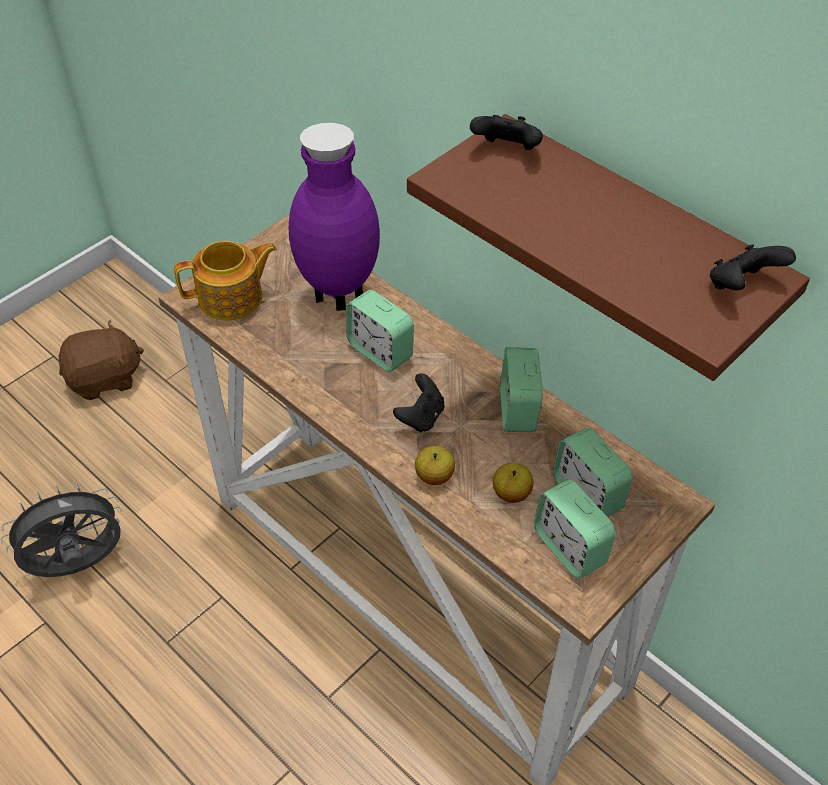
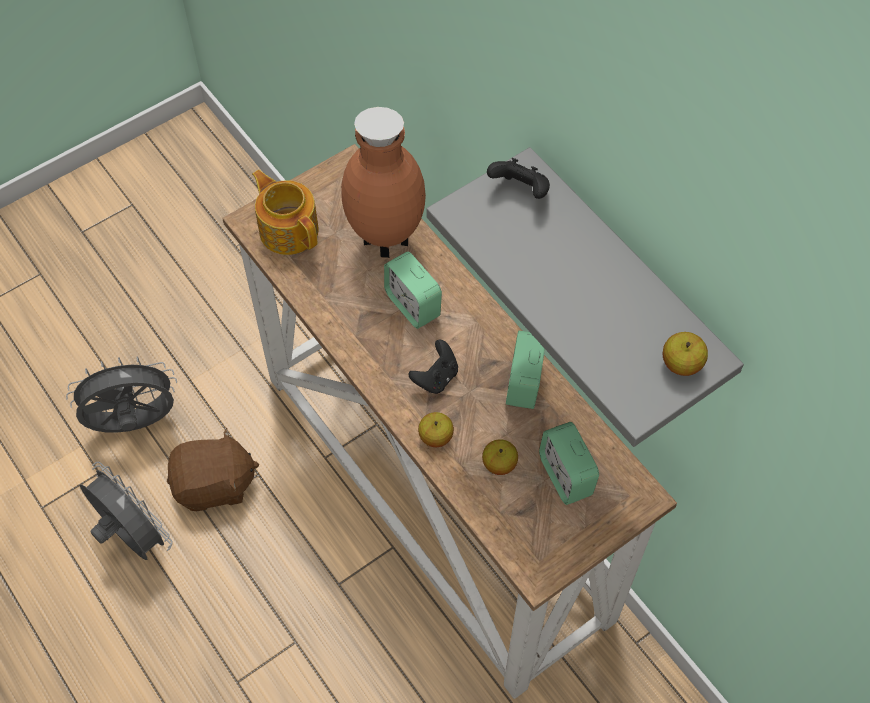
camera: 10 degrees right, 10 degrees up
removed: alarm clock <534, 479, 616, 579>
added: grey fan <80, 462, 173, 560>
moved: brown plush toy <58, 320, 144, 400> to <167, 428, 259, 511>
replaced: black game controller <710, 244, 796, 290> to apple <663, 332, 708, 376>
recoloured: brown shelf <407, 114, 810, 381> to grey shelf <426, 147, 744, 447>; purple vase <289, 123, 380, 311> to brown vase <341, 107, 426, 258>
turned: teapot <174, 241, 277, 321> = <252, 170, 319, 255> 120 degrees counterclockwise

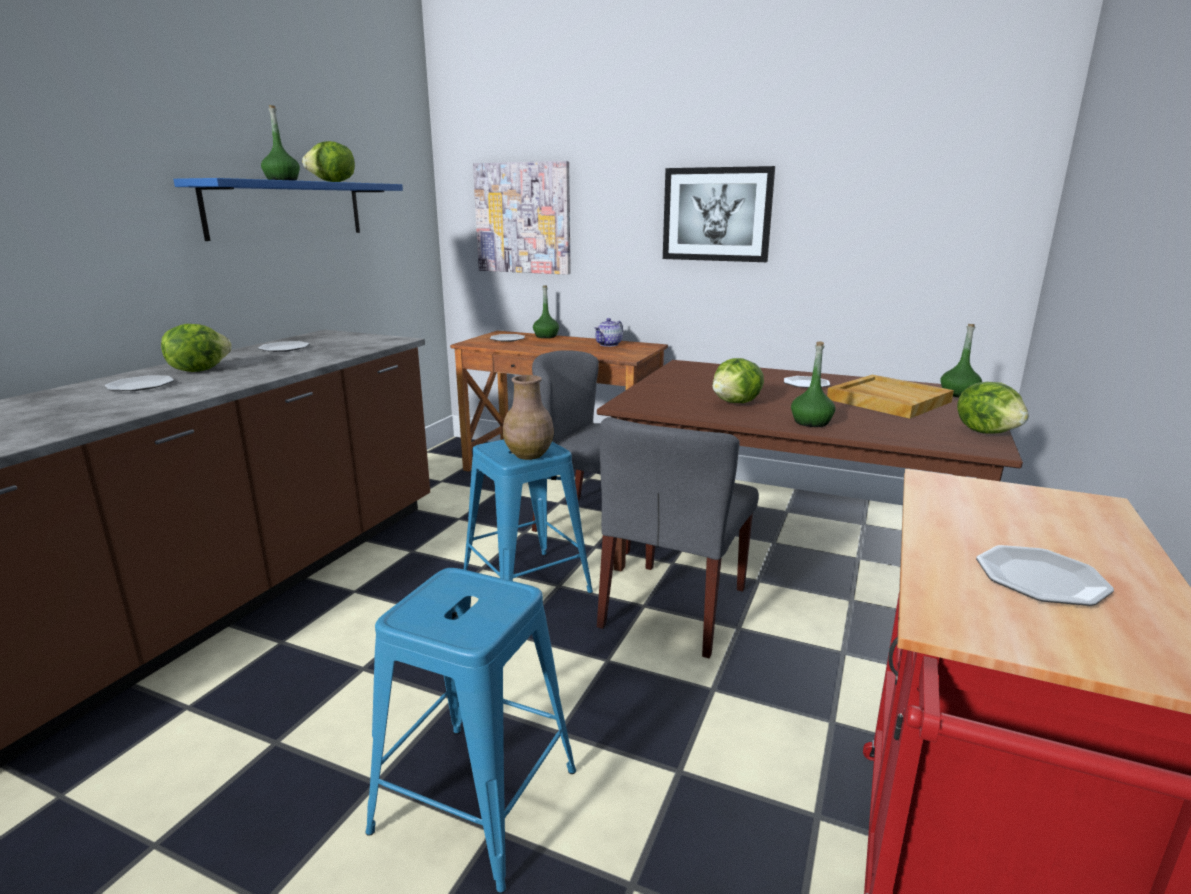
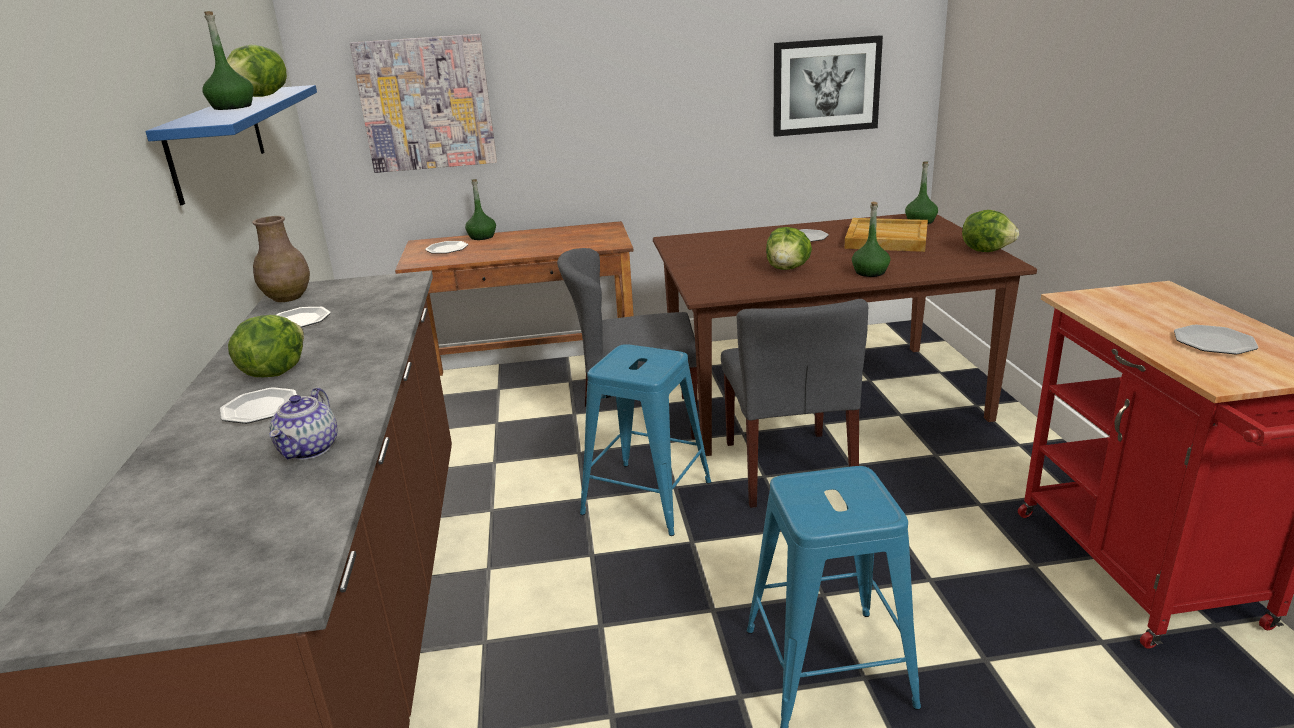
camera: 30 degrees left, 5 degrees up
moved: picture <663, 166, 775, 262> to <773, 35, 883, 137>; teapot <594, 318, 623, 347> to <270, 388, 338, 460>; brown vase <503, 375, 554, 460> to <252, 216, 310, 302>

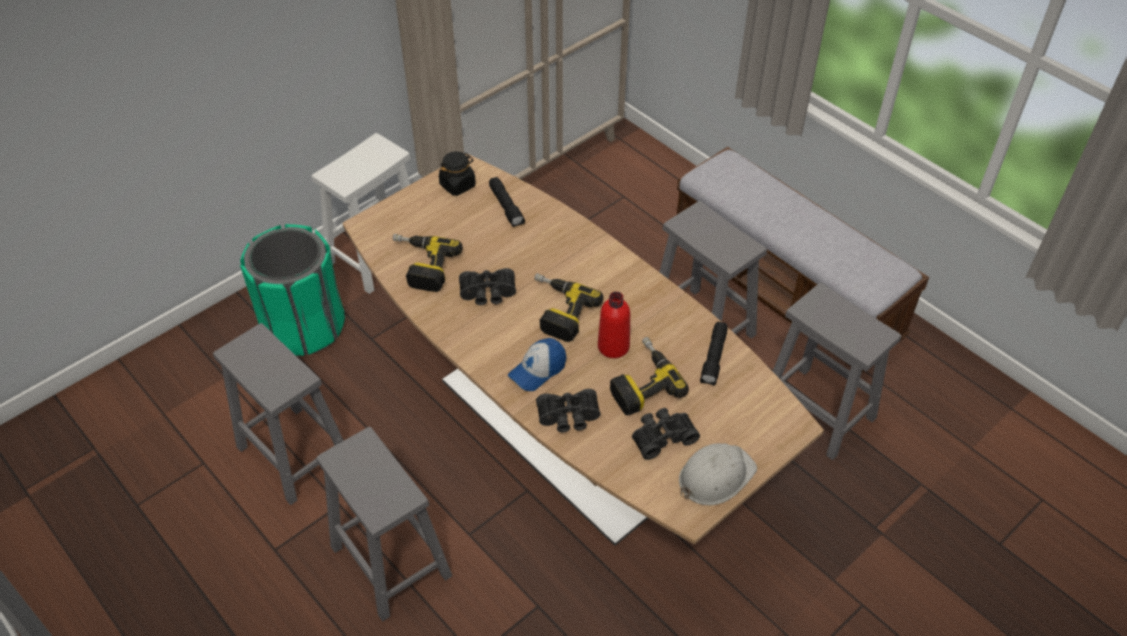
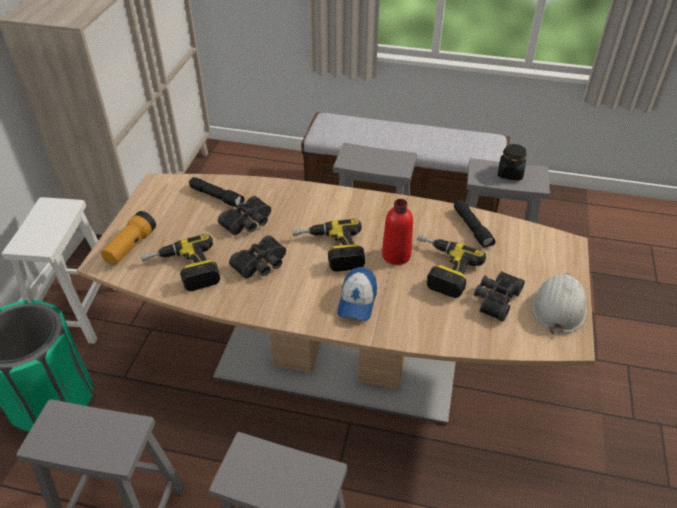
camera: 35 degrees left, 5 degrees down
added: flashlight <101, 211, 156, 265>
moved: black jar <439, 152, 476, 196> to <498, 144, 527, 181>; black binoculars <536, 389, 600, 432> to <218, 196, 271, 235>

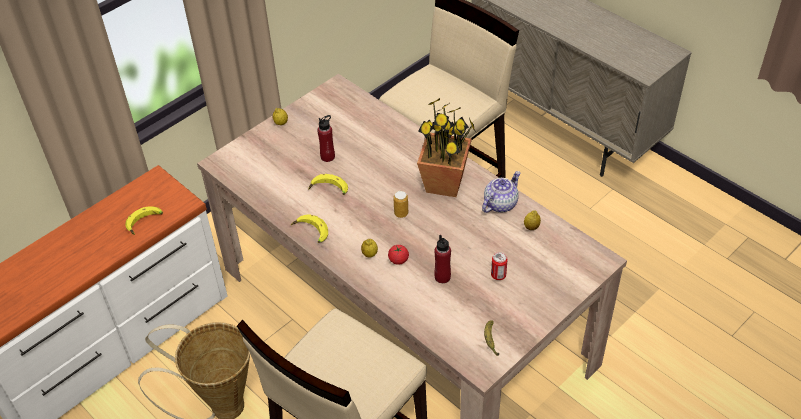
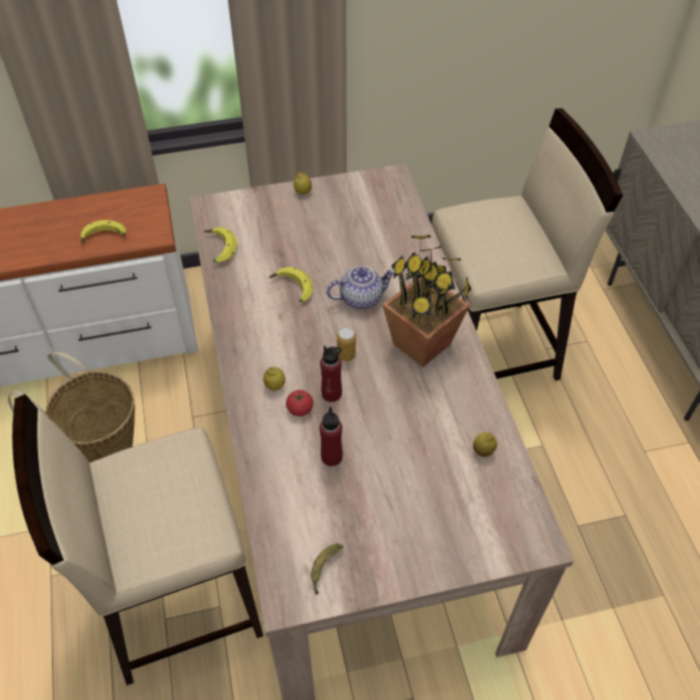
camera: 30 degrees right, 5 degrees up
removed: can <491, 252, 508, 280>
moved: red bottle <317, 115, 335, 162> to <320, 346, 342, 402>; teapot <482, 171, 521, 213> to <327, 266, 395, 309>; banana <291, 214, 328, 243> to <204, 227, 237, 263>

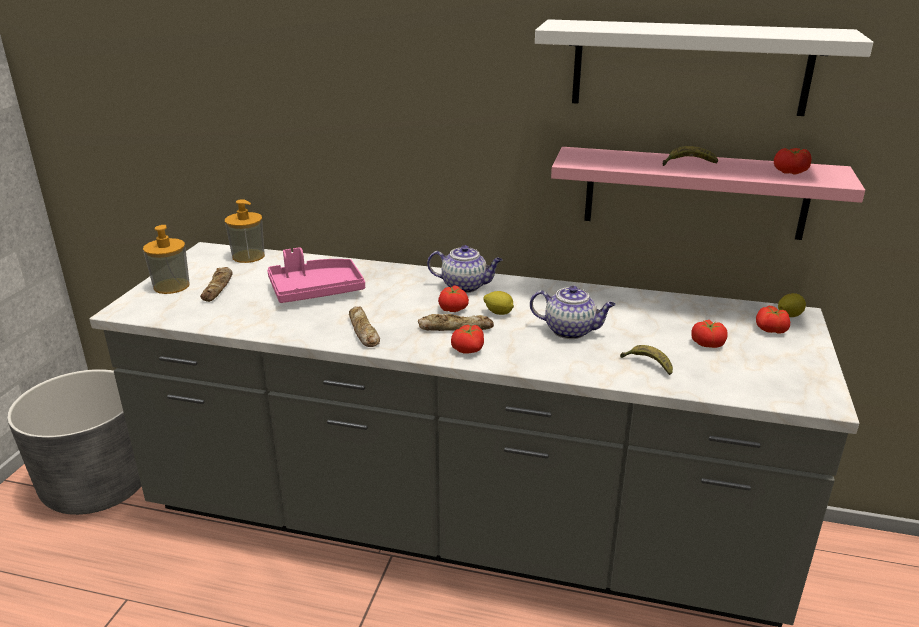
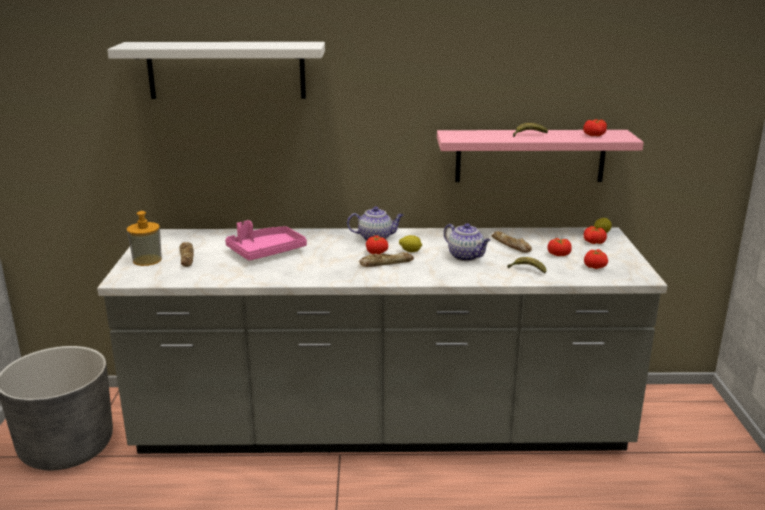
camera: 15 degrees left, 5 degrees down
removed: soap dispenser <225, 199, 265, 263>
moved: white shelf <535, 19, 873, 116> to <107, 42, 325, 99>; bread <349, 307, 380, 347> to <491, 231, 532, 253>; tomato <451, 325, 484, 354> to <584, 249, 608, 269>
turned: teapot <530, 286, 616, 339> = <444, 223, 491, 261> 45 degrees clockwise

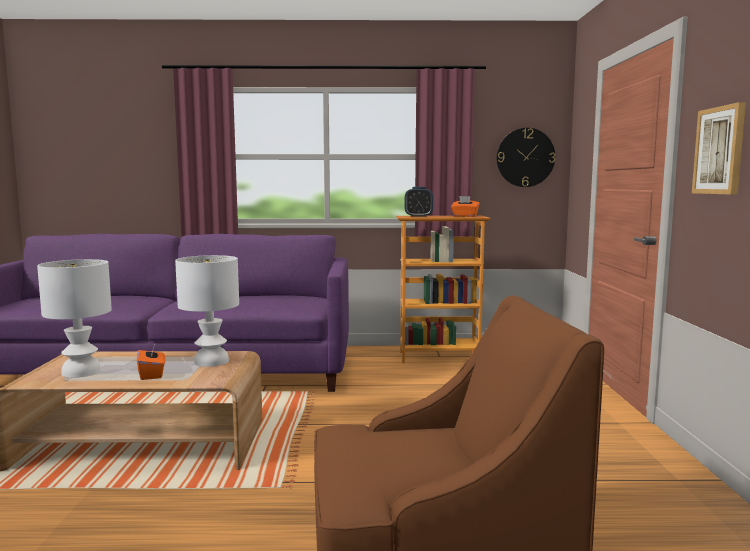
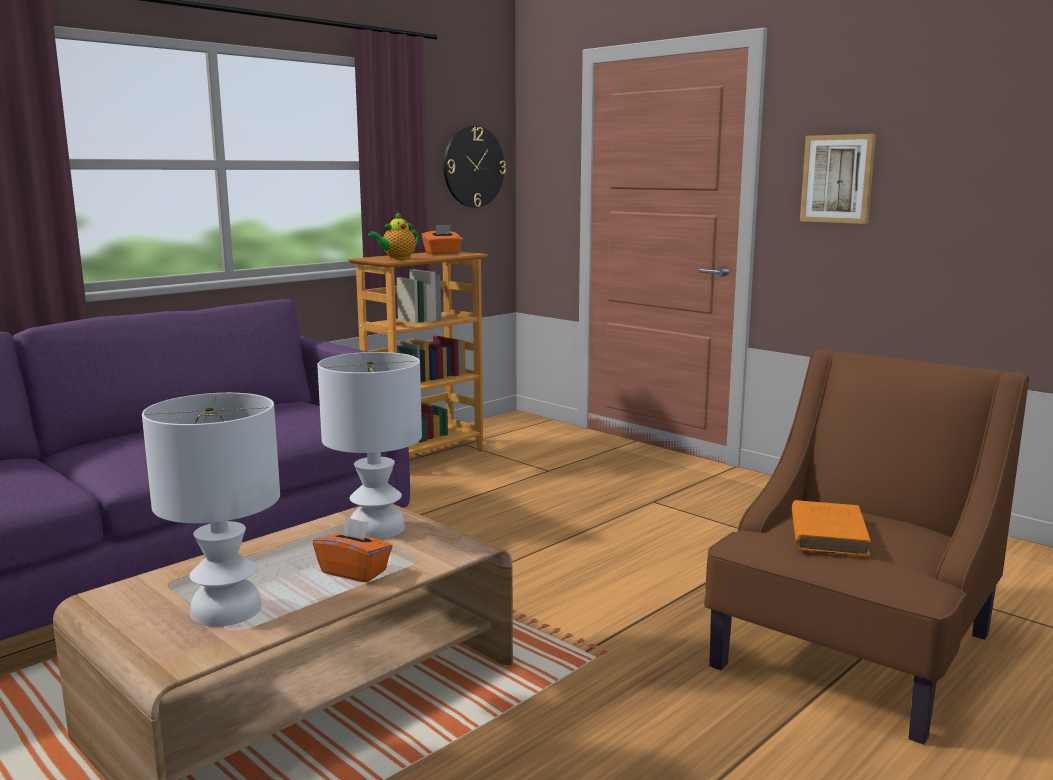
camera: 45 degrees left, 5 degrees up
added: orange book <792, 500, 871, 556>
replaced: alarm clock <405, 187, 433, 217> to teapot <368, 212, 419, 260>

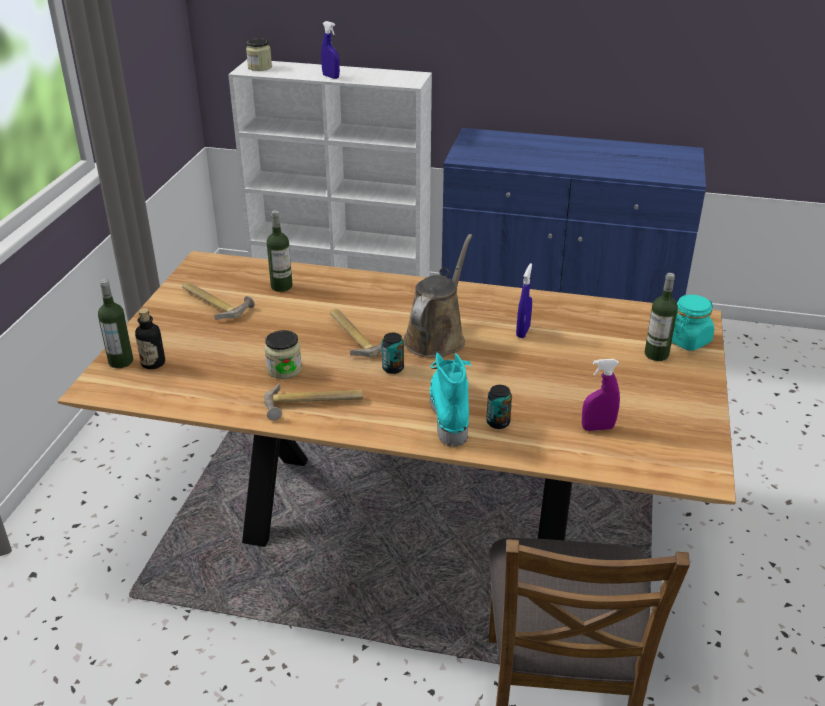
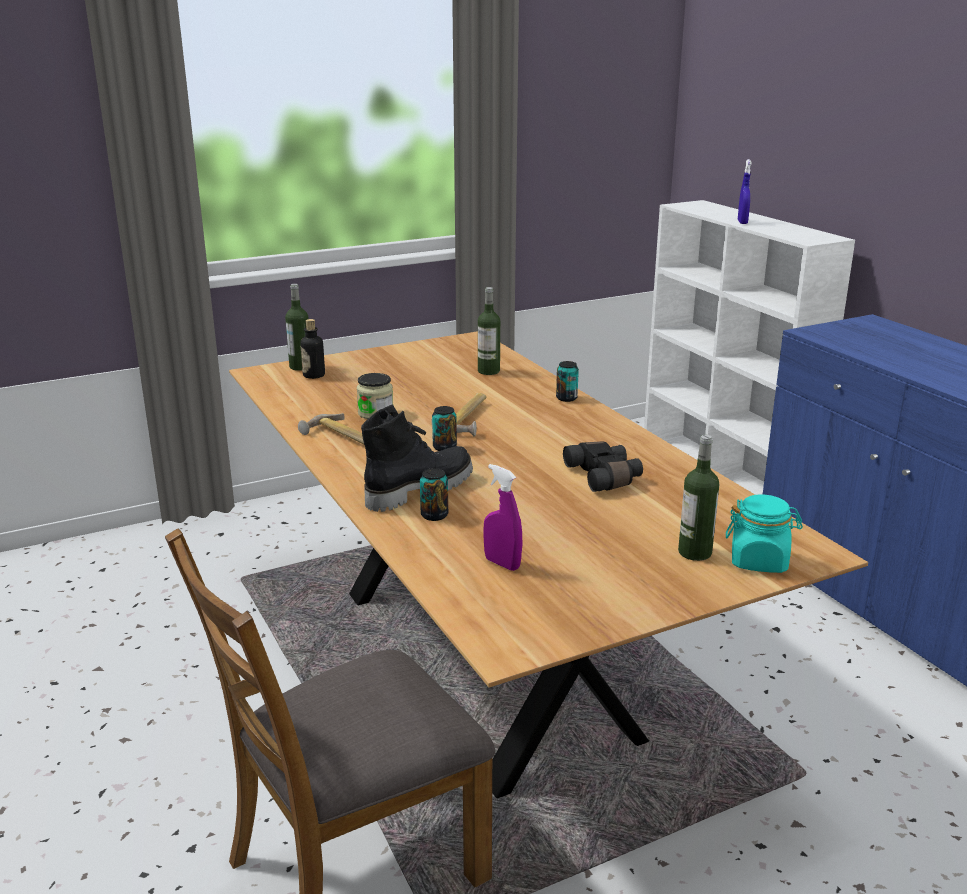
camera: 50 degrees right, 10 degrees down
removed: jar <246, 38, 272, 71>; brown watering can <403, 234, 472, 358>; hammer <182, 282, 255, 320>
added: can <556, 361, 579, 402>
replaced: blue spray bottle <516, 263, 532, 338> to black binoculars <563, 441, 643, 492>
recoloured: turquoise boot <430, 352, 472, 447> to black boot <361, 404, 473, 512>

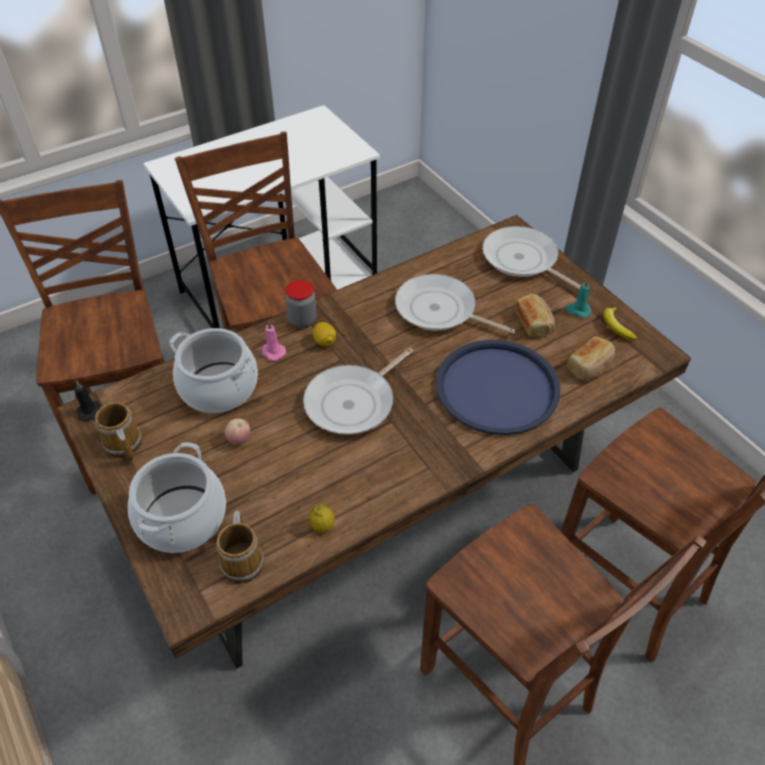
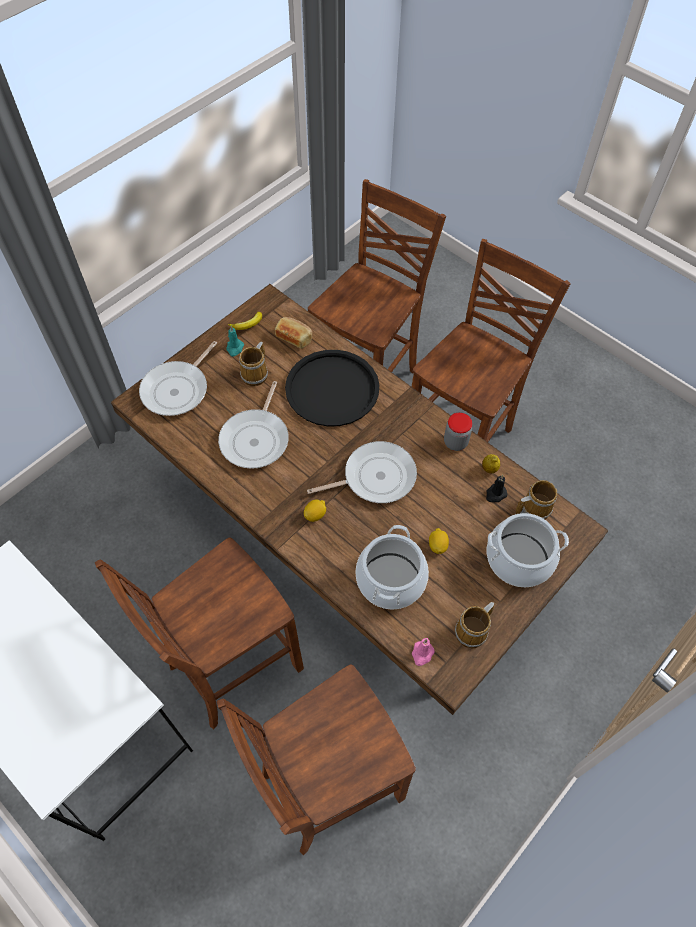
camera: 105 degrees left, 10 degrees up
moved: jar <285, 280, 317, 328> to <444, 413, 472, 451>; pink candle <262, 322, 286, 361> to <412, 638, 435, 666>; black candle <74, 381, 101, 421> to <486, 475, 508, 502>
replaced: bread <515, 294, 555, 338> to mug <239, 342, 268, 386>; apple <225, 418, 250, 445> to lemon <429, 528, 449, 554>
recoloured: blue tray <436, 340, 561, 435> to black tray <285, 350, 379, 427>
turned: frying pan <303, 348, 413, 435> = <307, 441, 417, 503> 45 degrees counterclockwise

